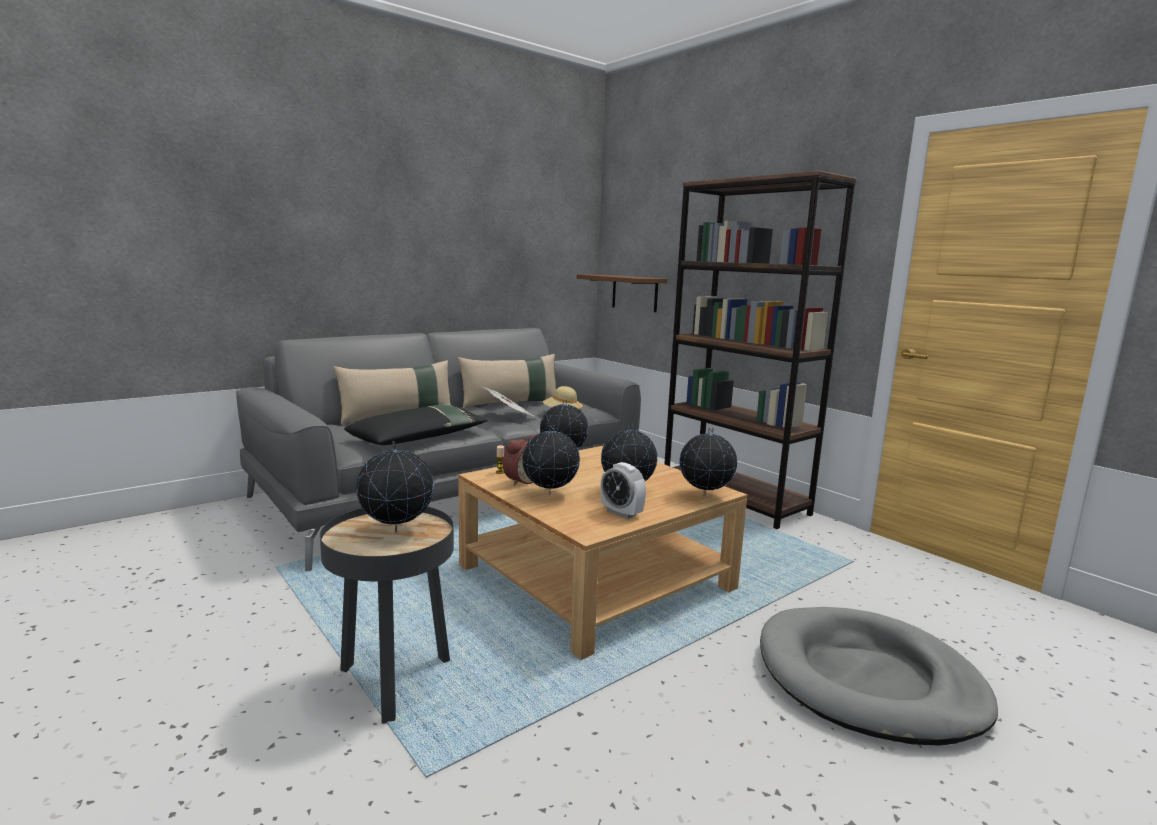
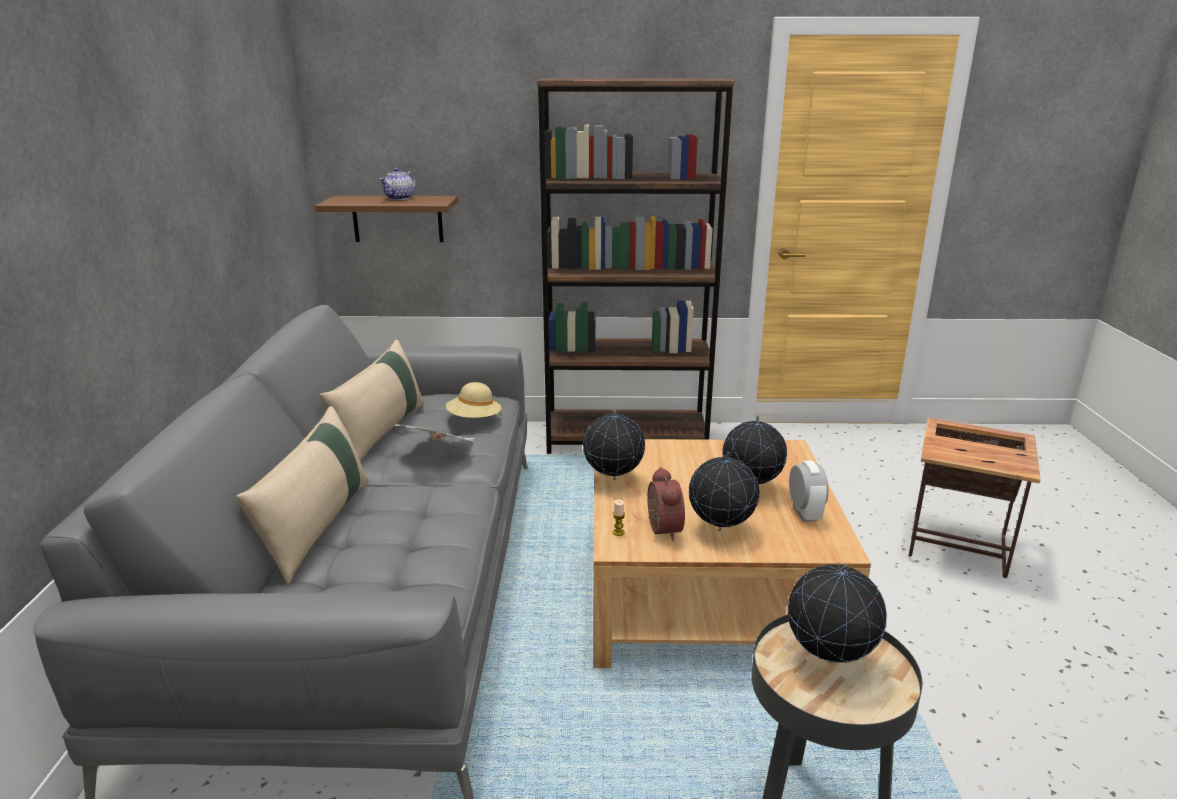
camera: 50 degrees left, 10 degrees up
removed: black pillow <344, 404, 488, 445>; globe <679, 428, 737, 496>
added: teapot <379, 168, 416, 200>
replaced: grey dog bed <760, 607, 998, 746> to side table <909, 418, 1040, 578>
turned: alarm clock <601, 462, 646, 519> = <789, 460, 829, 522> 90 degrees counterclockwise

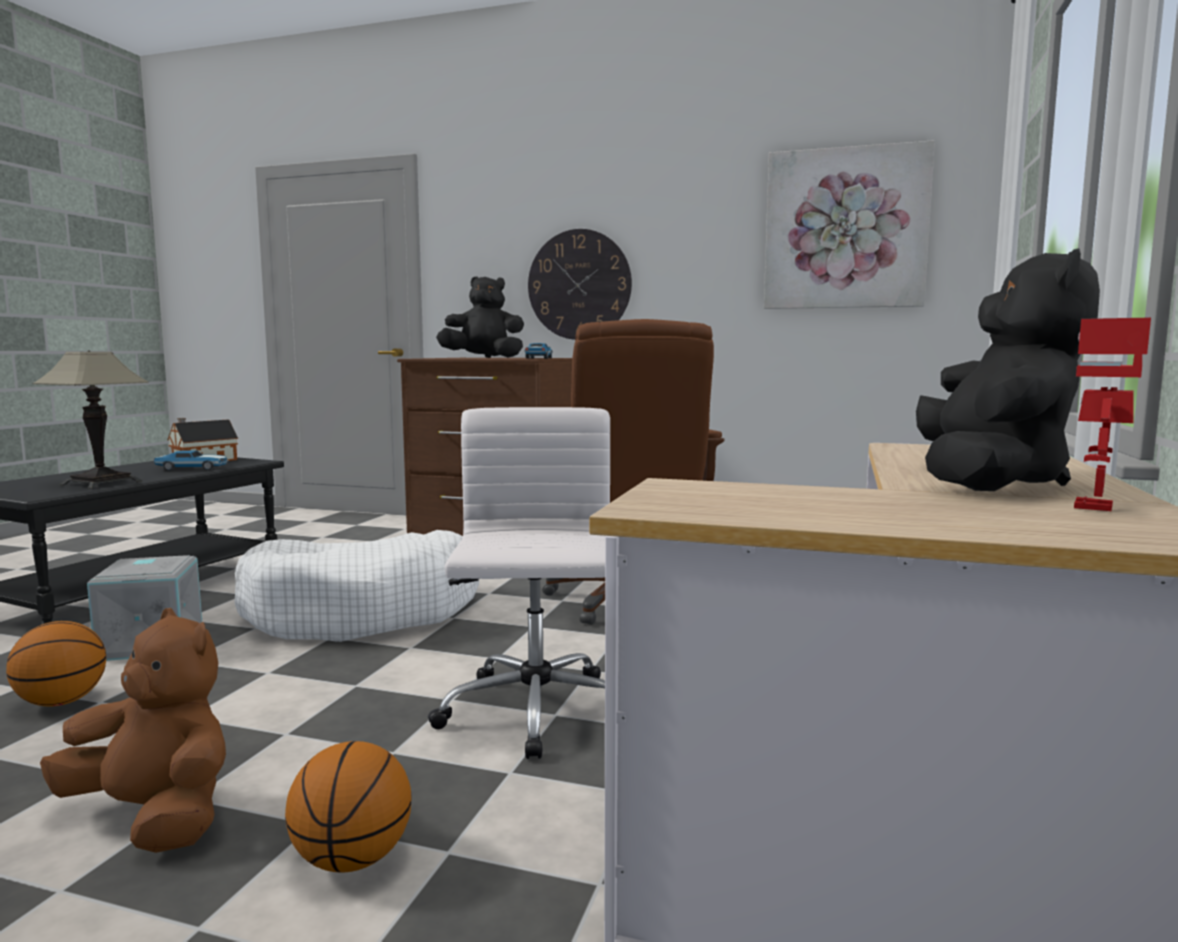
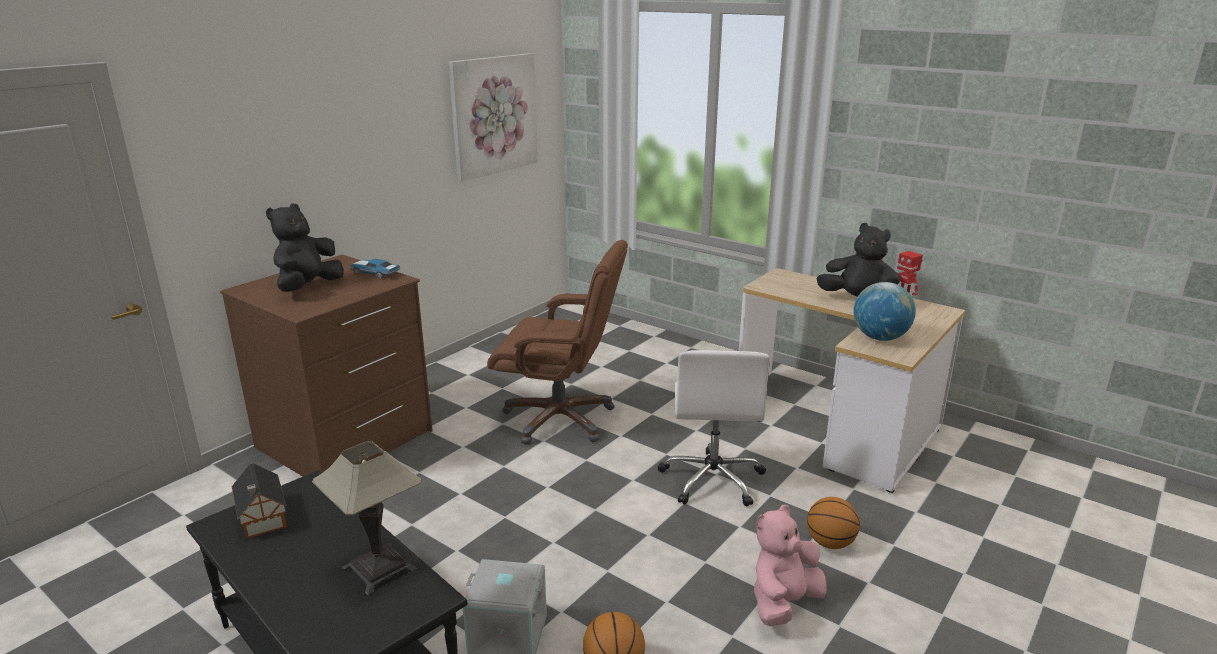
camera: 70 degrees left, 15 degrees up
removed: wall clock <528, 229, 632, 340>; toy car <154, 450, 229, 471>; white dog bed <235, 530, 479, 642>
added: globe <853, 282, 916, 341>
recoloured: brown plush toy <40, 608, 226, 853> to pink plush toy <754, 505, 827, 626>
turned: white office chair <428, 407, 610, 759> = <658, 350, 770, 507> 105 degrees counterclockwise

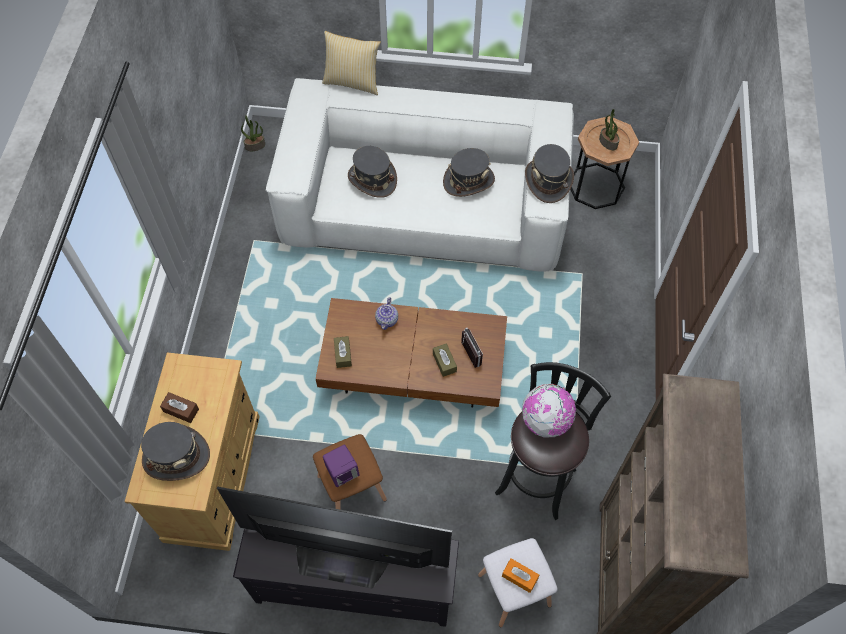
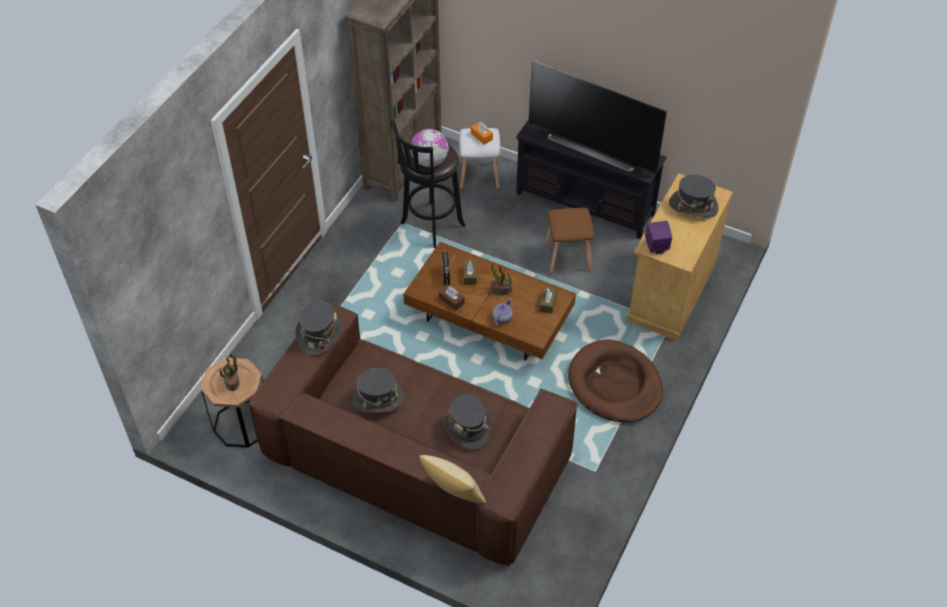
camera: 160 degrees left, 10 degrees down
added: brown dog bed <568, 339, 663, 422>
moved: potted plant <241, 115, 265, 151> to <491, 263, 512, 295>; brown tissue box <160, 392, 199, 423> to <439, 285, 464, 310>; purple speaker <323, 445, 360, 487> to <645, 221, 672, 254>
recoloured: white sofa <266, 78, 574, 272> to brown sofa <248, 300, 578, 566>

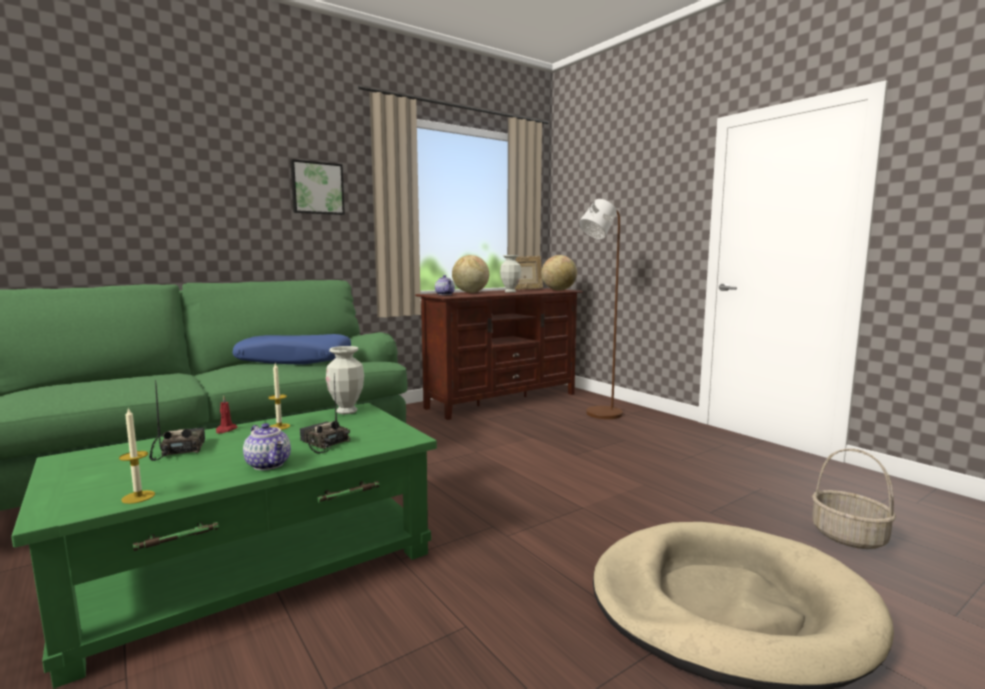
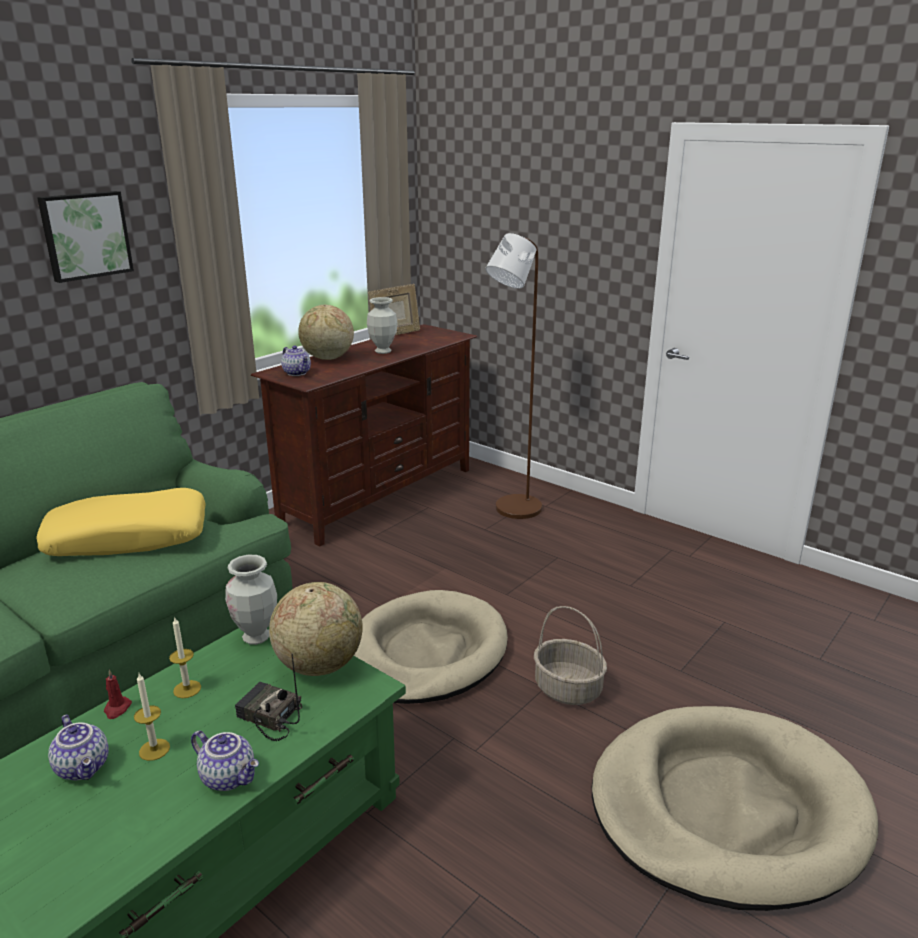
camera: 15 degrees left, 15 degrees up
added: beige dog bed <354, 590, 508, 704>
moved: globe <542, 255, 577, 291> to <269, 582, 363, 676>; candle <119, 408, 155, 504> to <134, 673, 170, 761>; basket <812, 449, 896, 549> to <534, 606, 607, 705>
replaced: radio <149, 380, 205, 461> to teapot <48, 715, 109, 780>
recoloured: blue pillow <232, 334, 351, 365> to yellow pillow <36, 488, 205, 556>

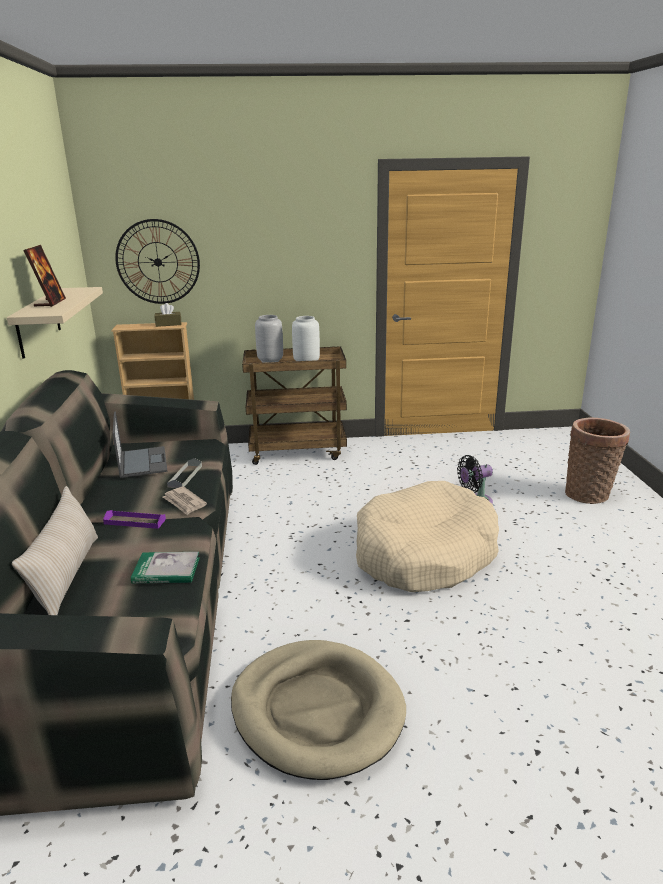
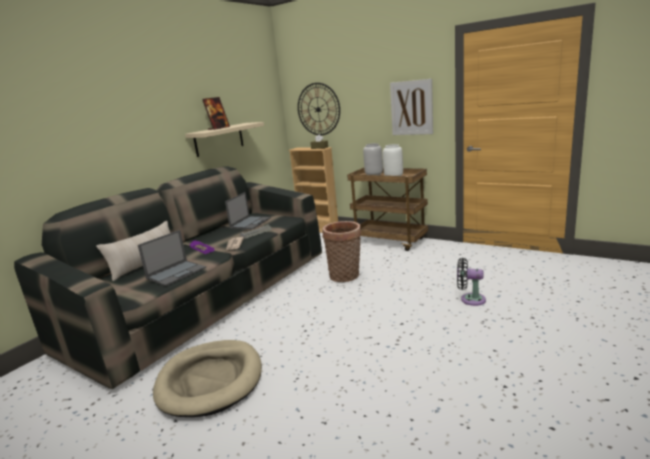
camera: 40 degrees right, 5 degrees down
removed: beige dog bed <356, 481, 499, 592>
added: picture <390, 79, 433, 135>
moved: basket <565, 418, 630, 504> to <322, 221, 361, 282>
replaced: book <131, 552, 200, 583> to laptop <138, 230, 206, 286>

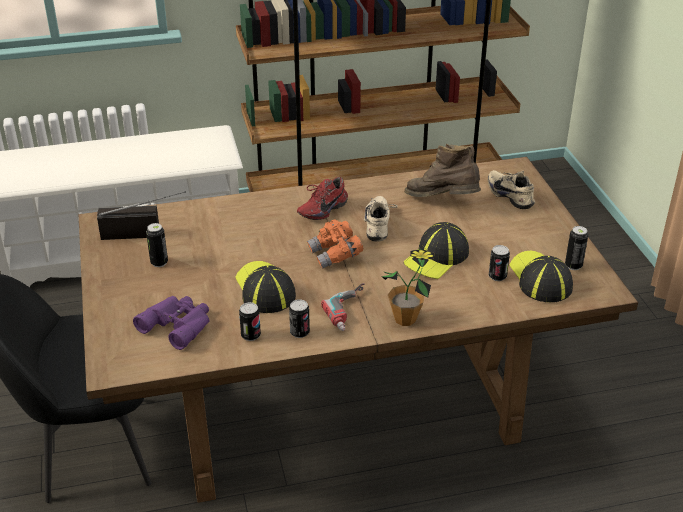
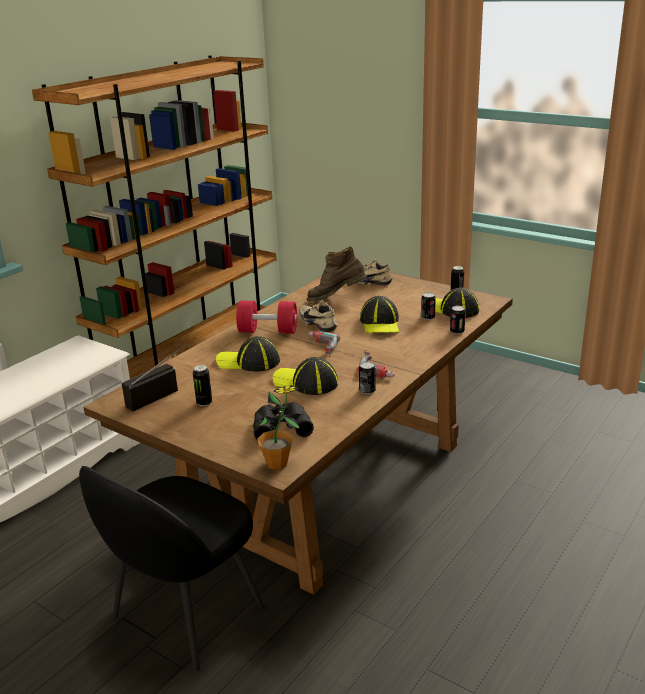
camera: 40 degrees left, 10 degrees down
added: cap <216, 336, 280, 372>
moved: potted plant <381, 249, 434, 326> to <249, 385, 300, 470>; can <239, 302, 261, 341> to <450, 306, 466, 334>
replaced: red shoe <297, 177, 348, 220> to red dumbbell <236, 301, 297, 334>; orange binoculars <307, 220, 364, 269> to power drill <308, 331, 340, 357>
recoloured: purple binoculars <133, 296, 209, 350> to black binoculars <253, 402, 314, 440>

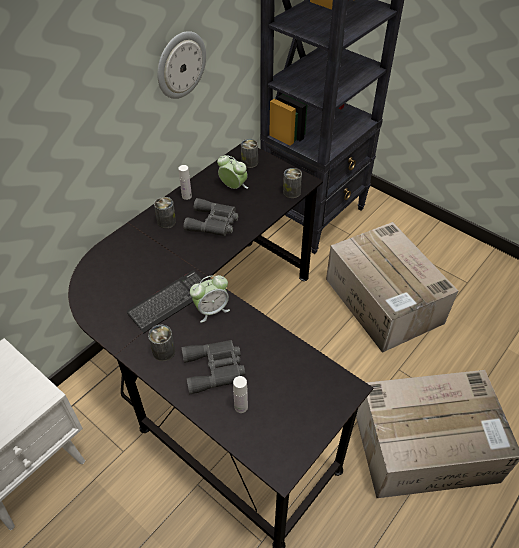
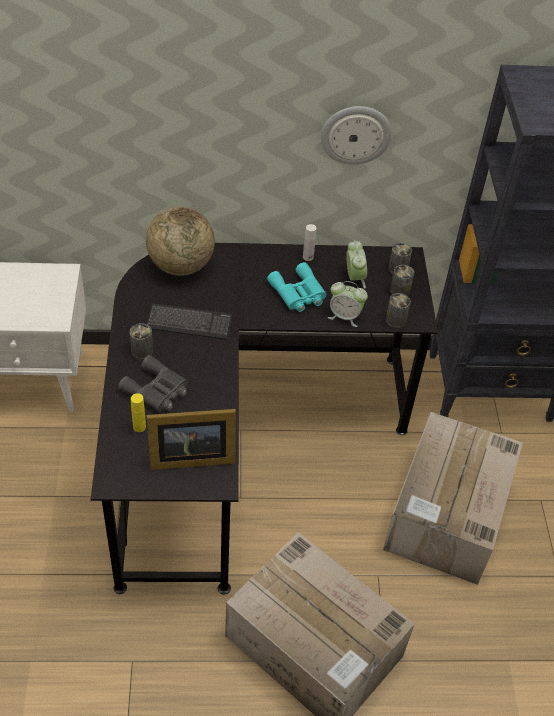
camera: 45 degrees right, 0 degrees up
added: globe <146, 206, 215, 276>; picture frame <147, 409, 236, 470>
moved: can <154, 197, 176, 228> to <390, 265, 414, 296>; alarm clock <190, 275, 230, 323> to <328, 281, 368, 327>
recoloured: grey binoculars <184, 198, 239, 236> to turquoise binoculars <267, 262, 327, 312>; white bottle <233, 376, 248, 413> to yellow bottle <131, 393, 146, 432>

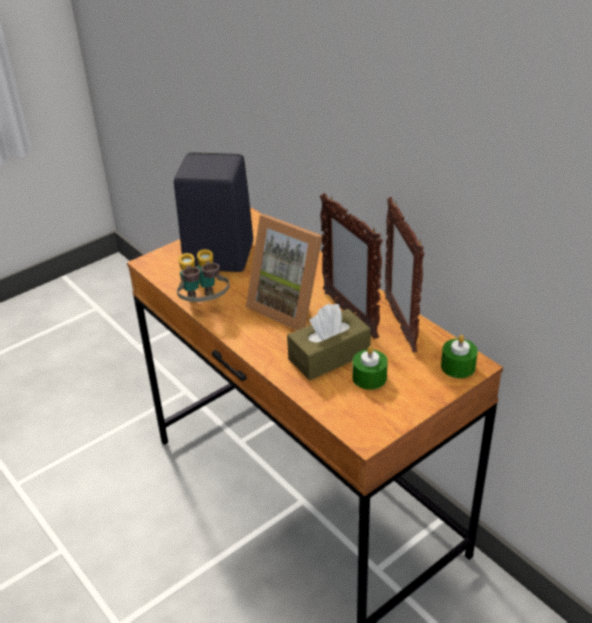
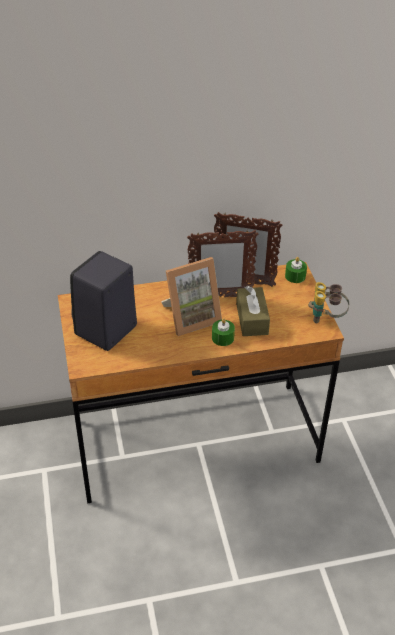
camera: 65 degrees left, 5 degrees up
moved: binoculars <177, 249, 230, 302> to <308, 282, 349, 323>; green candle <352, 346, 388, 390> to <212, 318, 235, 346>

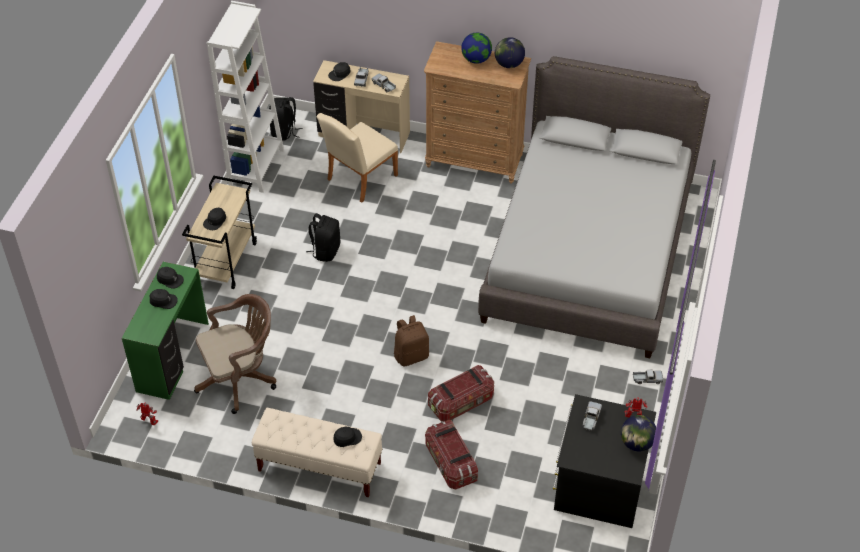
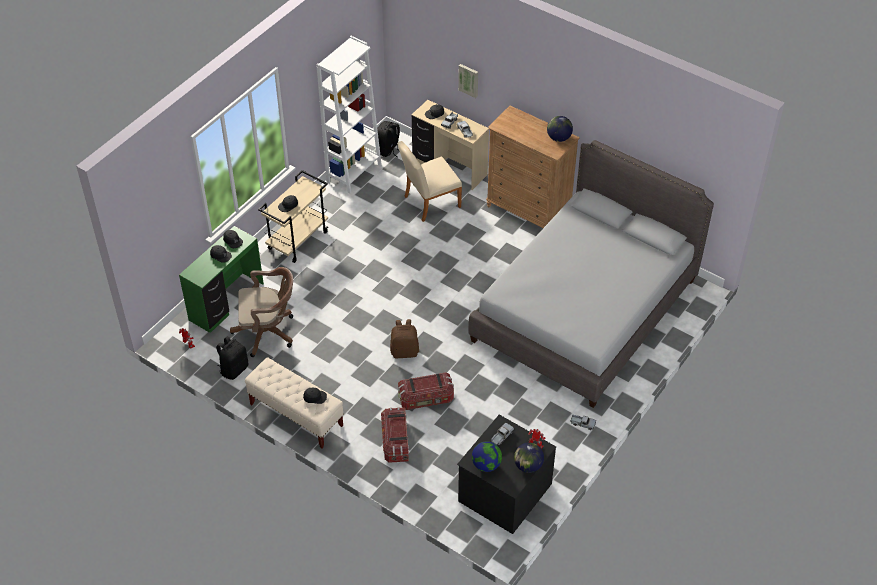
camera: 20 degrees right, 0 degrees up
added: picture <458, 64, 478, 98>
moved: globe <461, 33, 492, 64> to <472, 441, 502, 472>; black backpack <306, 213, 340, 262> to <216, 336, 248, 380>

